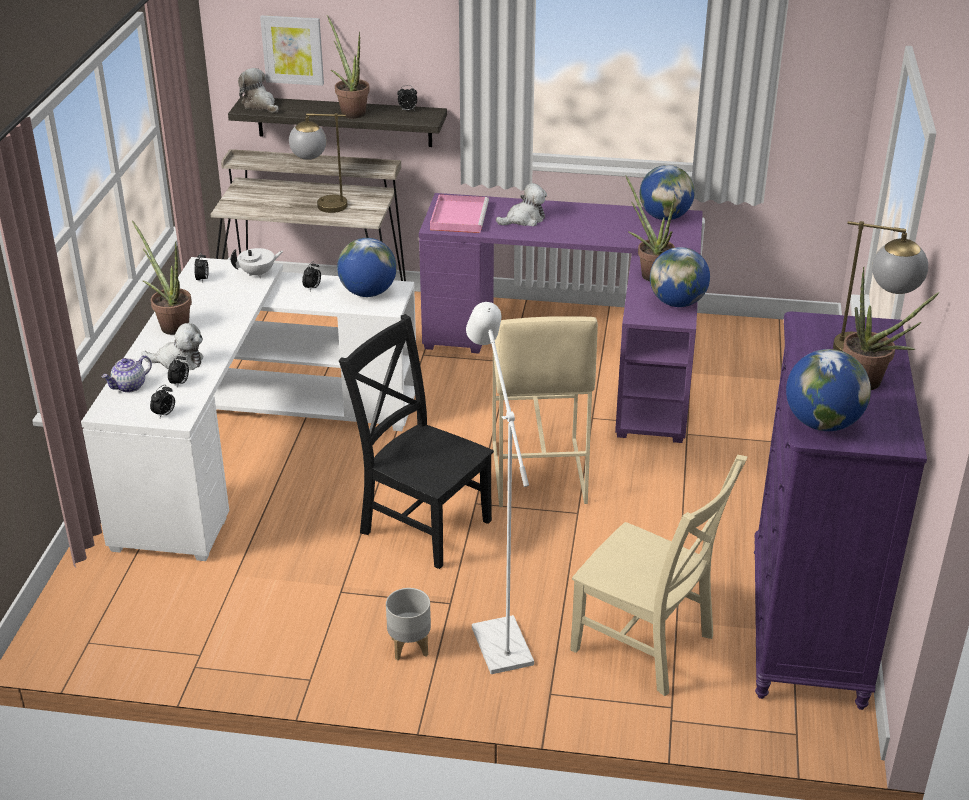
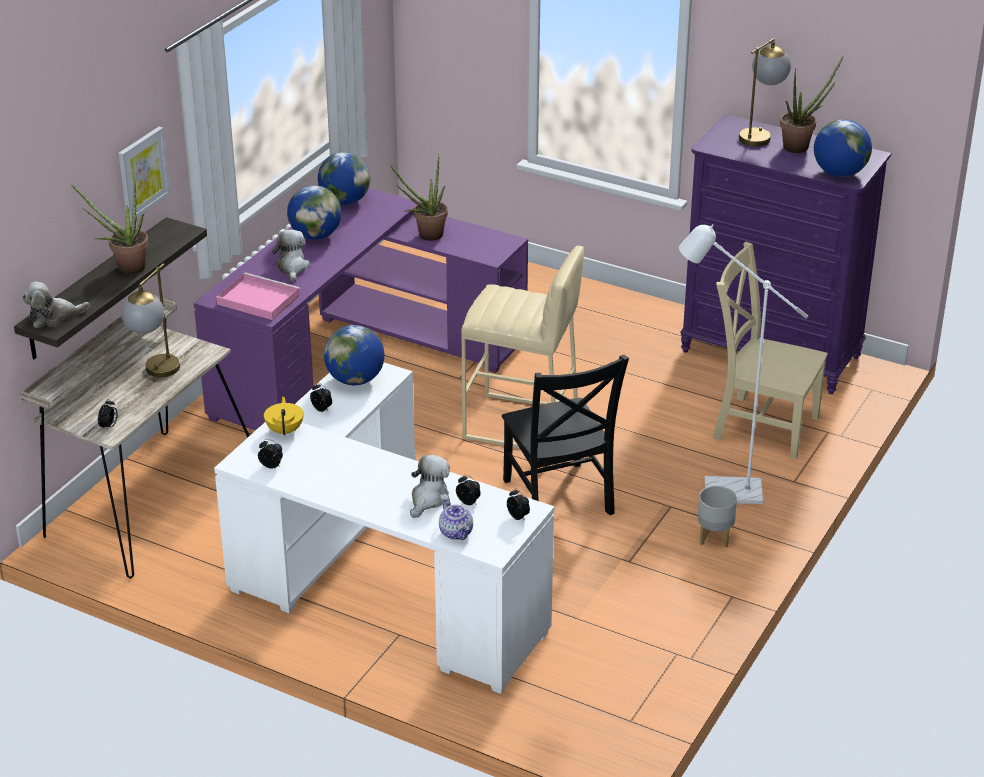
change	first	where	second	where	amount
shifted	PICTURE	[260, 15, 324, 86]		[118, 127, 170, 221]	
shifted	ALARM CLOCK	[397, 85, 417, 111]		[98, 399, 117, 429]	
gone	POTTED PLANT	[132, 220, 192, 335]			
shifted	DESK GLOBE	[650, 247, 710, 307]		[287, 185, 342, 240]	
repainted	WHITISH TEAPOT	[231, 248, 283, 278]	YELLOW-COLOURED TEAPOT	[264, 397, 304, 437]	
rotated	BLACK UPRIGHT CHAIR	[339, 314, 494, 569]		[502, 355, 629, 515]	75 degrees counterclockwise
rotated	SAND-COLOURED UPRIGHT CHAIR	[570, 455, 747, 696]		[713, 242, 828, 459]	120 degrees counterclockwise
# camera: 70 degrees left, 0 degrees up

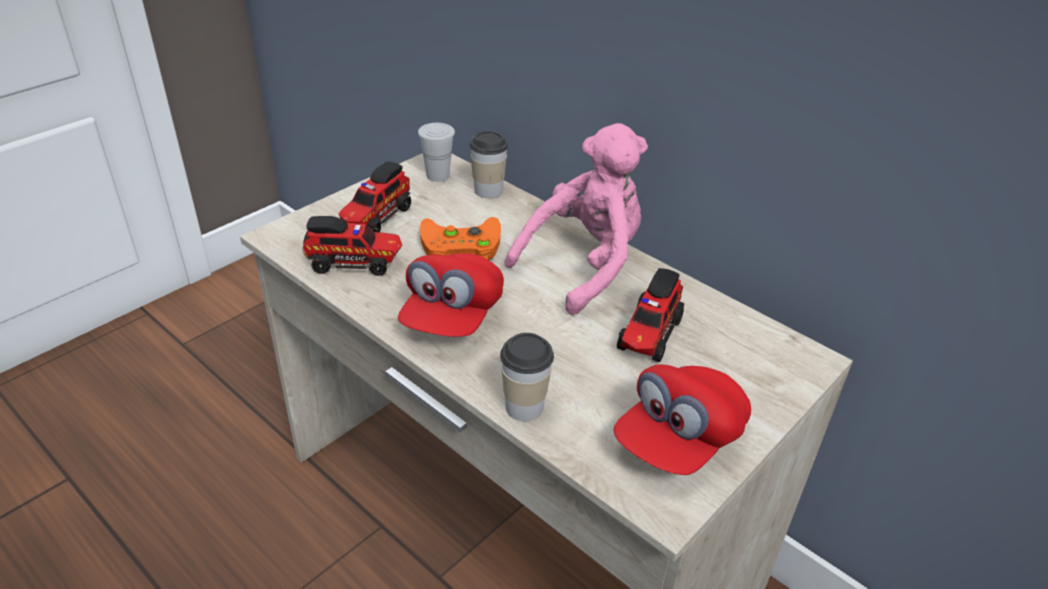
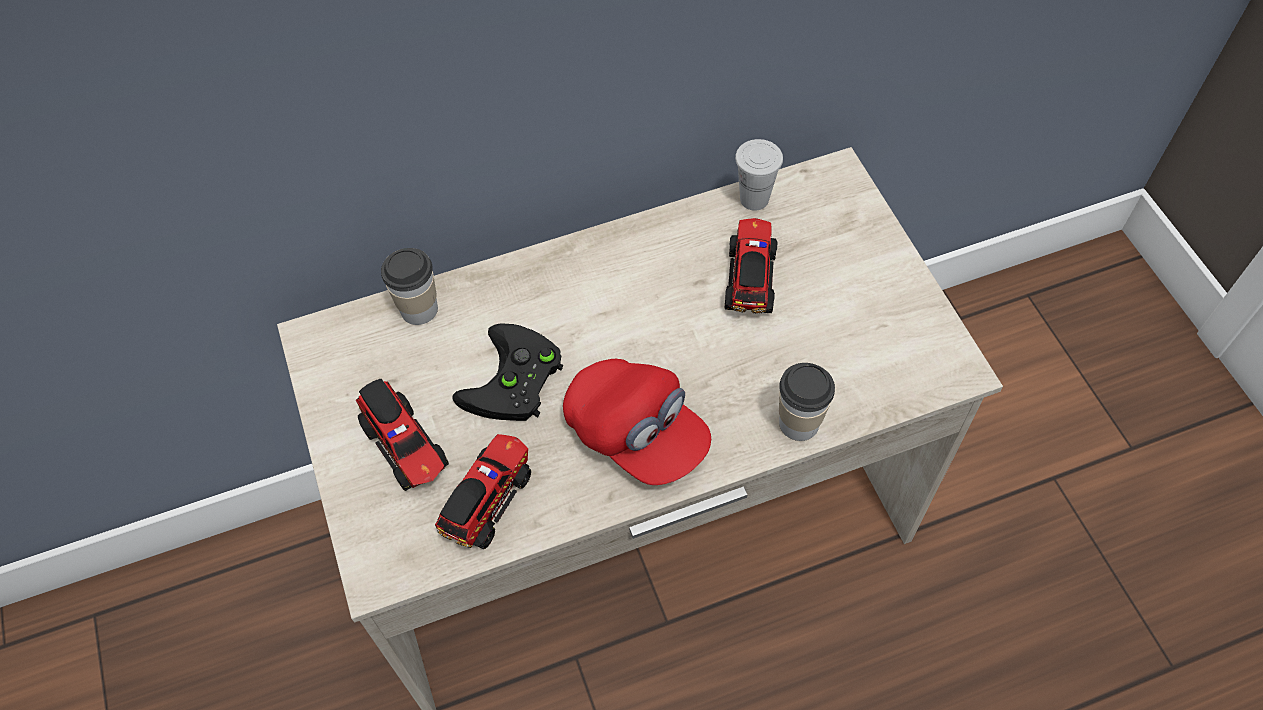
change	first	where	second	where	amount
shifted	WHITISH CUP	[418, 123, 455, 182]		[735, 139, 783, 211]	
gone	PINK SOFT TOY	[505, 123, 648, 315]			
repainted	ORANGE-COLOURED GAME CONTROLLER	[420, 217, 501, 260]	BLACK GAME CONTROLLER	[452, 323, 563, 421]	
rotated	TOY TRUCK	[617, 268, 684, 362]		[724, 218, 777, 313]	135 degrees counterclockwise
gone	RED-COLOURED CAP	[613, 364, 751, 475]			
# camera: 60 degrees left, 20 degrees up

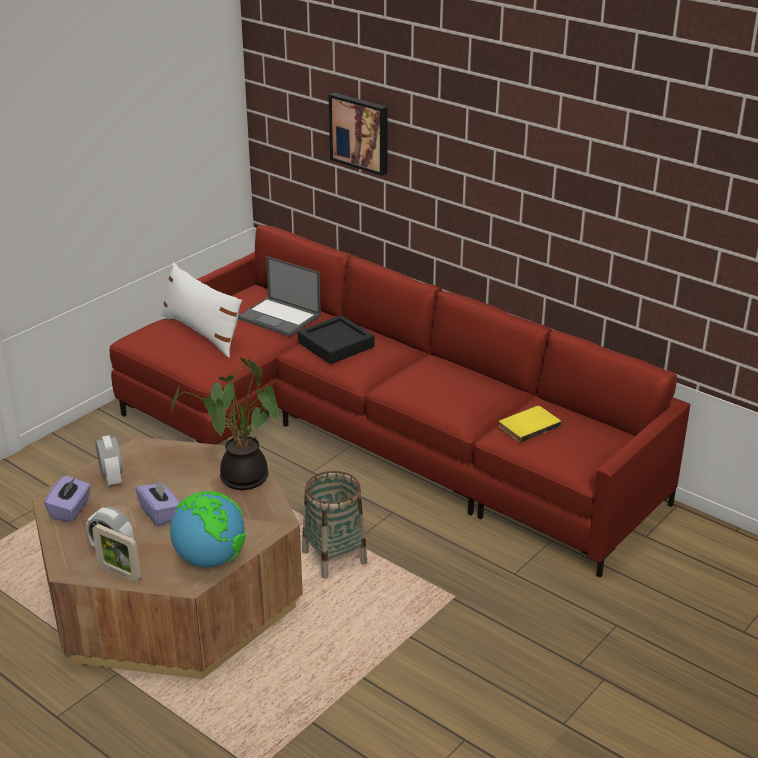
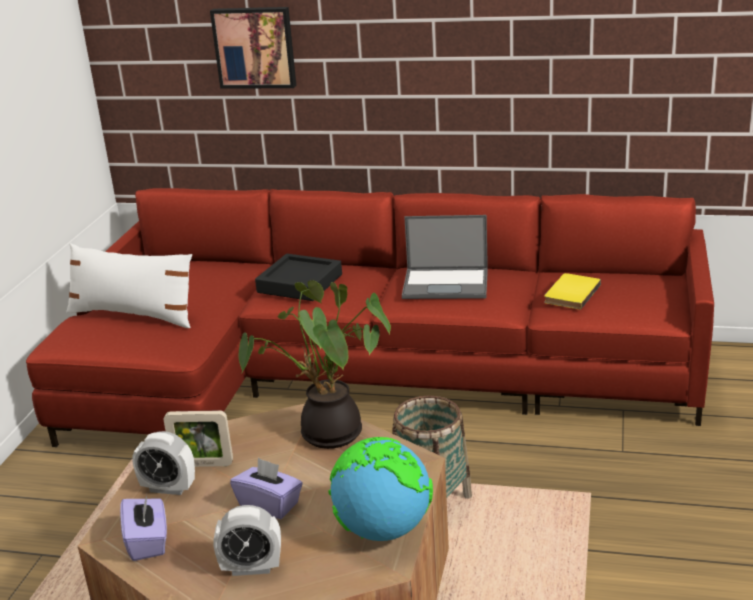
change	first	where	second	where	amount
shifted	PORTABLE COMPUTER	[238, 256, 321, 337]		[402, 215, 488, 299]	
rotated	ALARM CLOCK	[95, 435, 123, 486]		[132, 431, 195, 495]	150 degrees clockwise
shifted	STANDING FRAME	[92, 524, 141, 582]		[164, 410, 233, 467]	
# camera: 25 degrees left, 5 degrees down

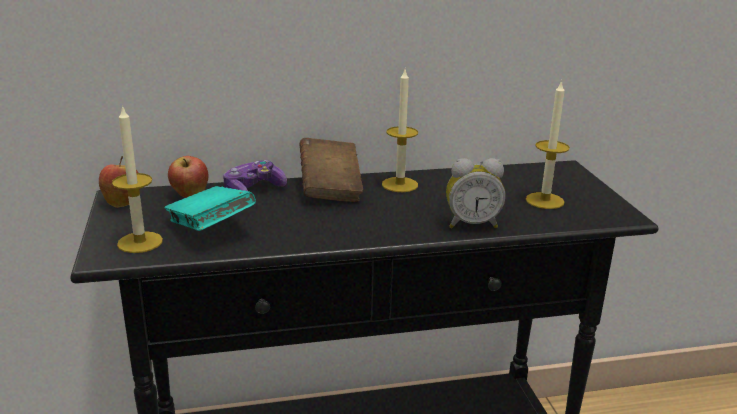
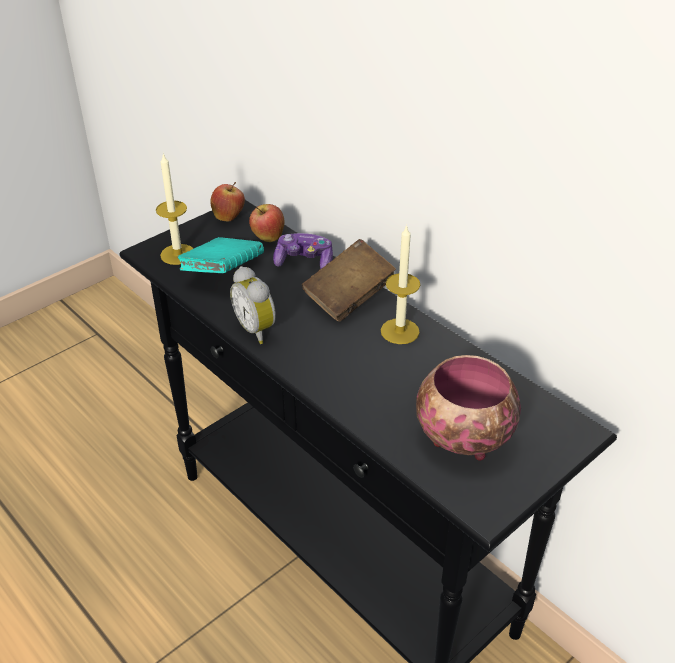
change	first	where	second	where	amount
swapped	WAX CANDLE	[526, 80, 570, 209]	BOWL	[416, 355, 521, 461]	
shifted	ALARM CLOCK	[446, 158, 505, 228]		[230, 266, 276, 344]	
# camera: 60 degrees right, 15 degrees up

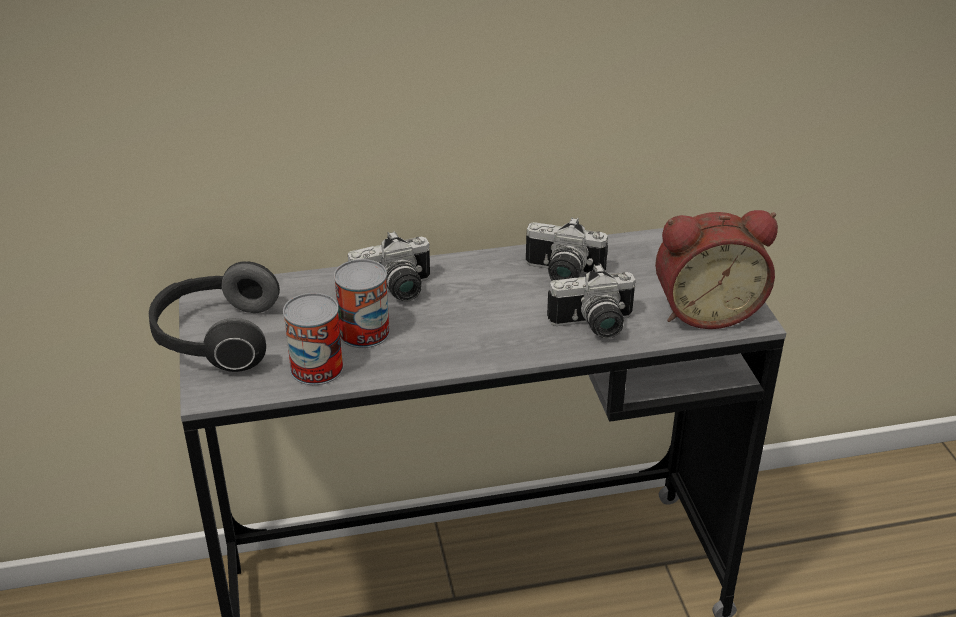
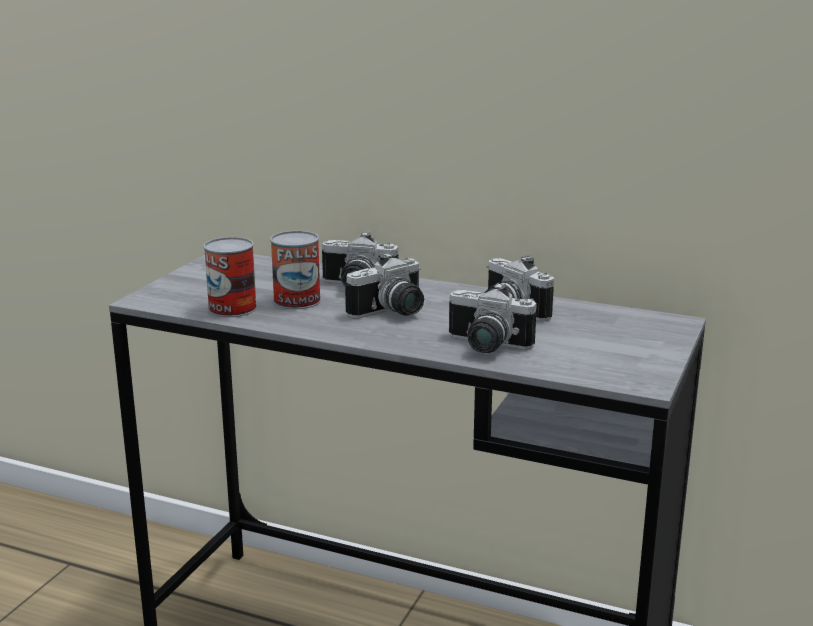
change	first	where	second	where	amount
gone	ALARM CLOCK	[655, 210, 778, 329]			
gone	PAIR OF HEADPHONES	[149, 261, 280, 372]			
new			STILL CAMERA	[345, 252, 424, 319]	
# camera: 35 degrees right, 15 degrees down

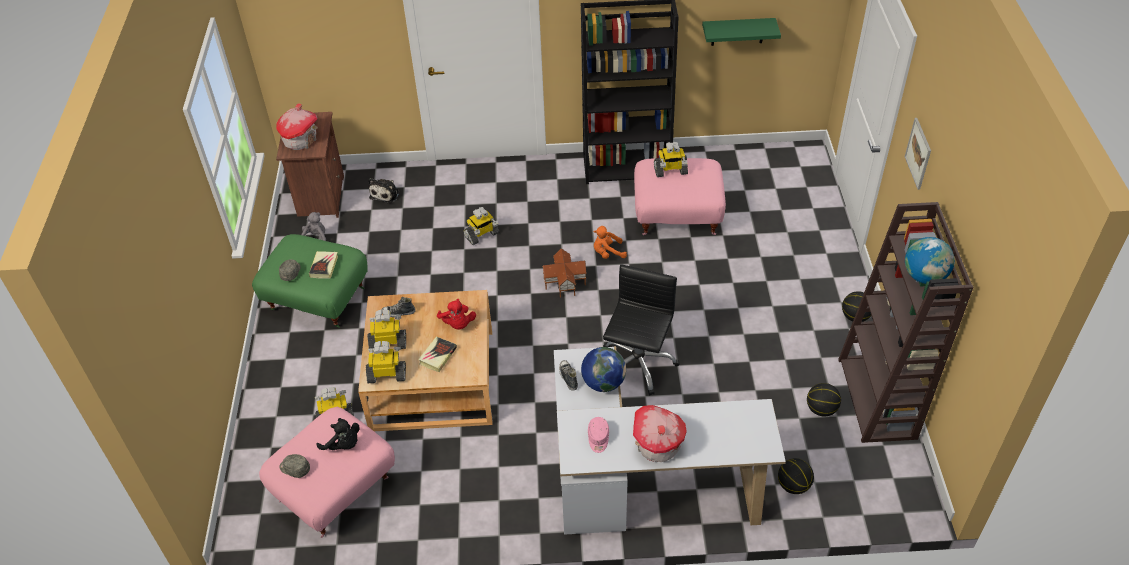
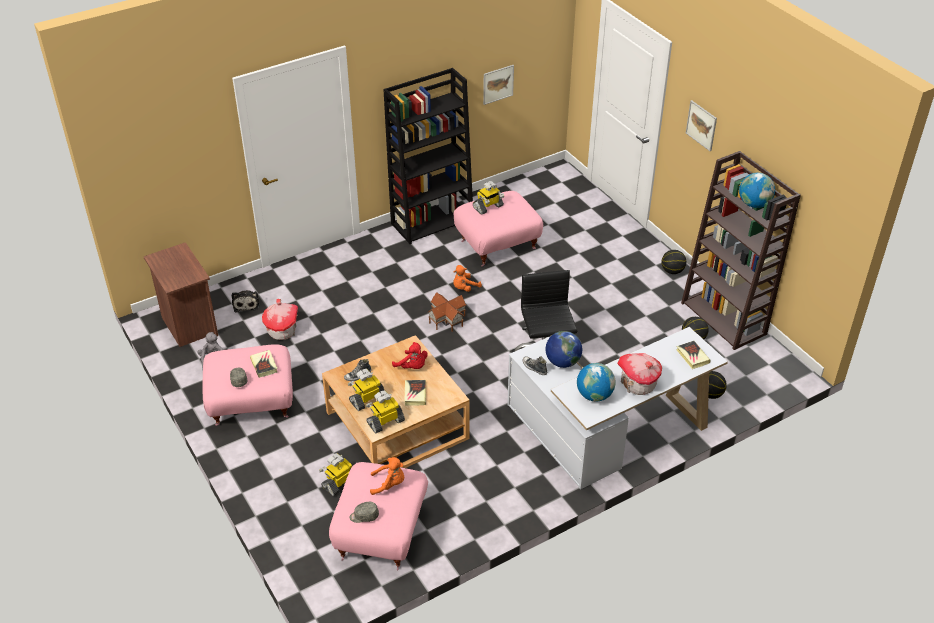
change	first	where	second	where	amount
swapped	GREENISH WALL SHELF	[702, 18, 781, 46]	PICTURE	[483, 65, 514, 105]	
shifted	TOY HOUSE	[276, 103, 318, 150]		[262, 299, 298, 340]	
gone	MODEL ROBOT	[463, 207, 499, 245]			
repainted	GREENISH POUFFE	[252, 234, 368, 328]	PINK POUFFE	[203, 344, 293, 426]	
swapped	PINK CAP	[588, 417, 609, 453]	DESK GLOBE	[577, 363, 615, 402]	
repainted	BLACK SOFT TOY	[317, 418, 360, 450]	ORANGE-COLOURED SOFT TOY	[370, 457, 404, 495]	
new			BOUND BOOK	[676, 341, 711, 369]	
# camera: 30 degrees left, 5 degrees down

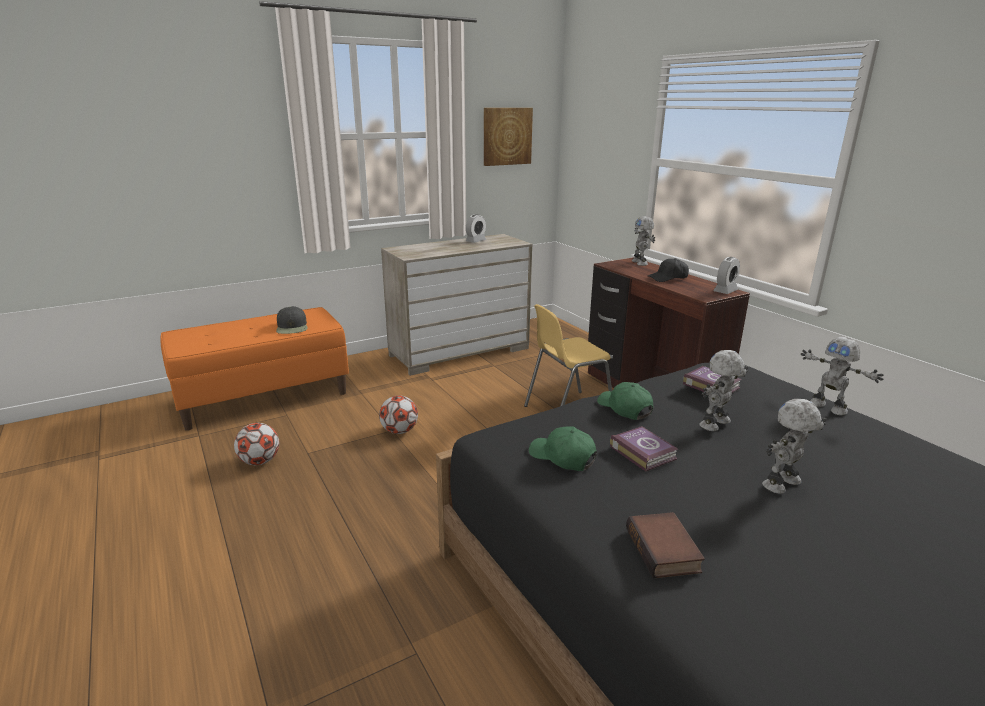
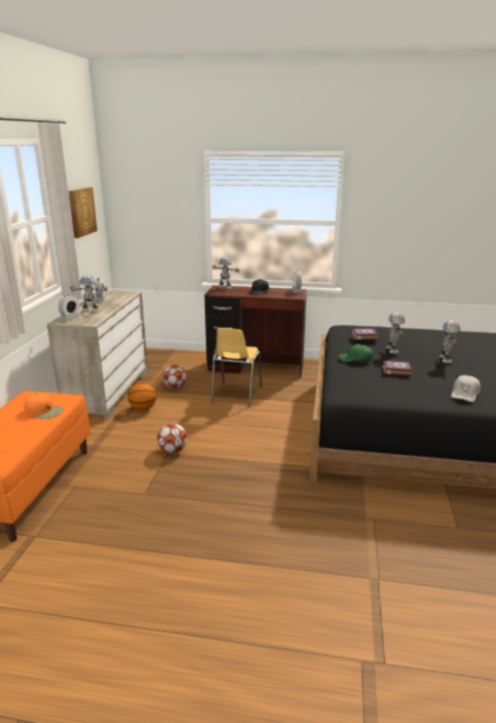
change	first	where	second	where	amount
repainted	BLACK CAP	[276, 306, 307, 334]	ORANGE-COLOURED CAP	[24, 393, 64, 419]	
shifted	MODEL ROBOT	[801, 337, 884, 415]		[70, 275, 108, 312]	
shifted	FOOTBALL BALL	[234, 423, 279, 465]		[163, 365, 187, 389]	
gone	GREENISH CAP	[529, 426, 597, 471]			
swapped	BOUND BOOK	[626, 512, 705, 578]	WHITISH CAP	[451, 375, 480, 402]	
new			ALARM CLOCK	[58, 295, 81, 321]	
new			BASKETBALL BALL	[128, 382, 156, 411]	
# camera: 50 degrees left, 0 degrees up

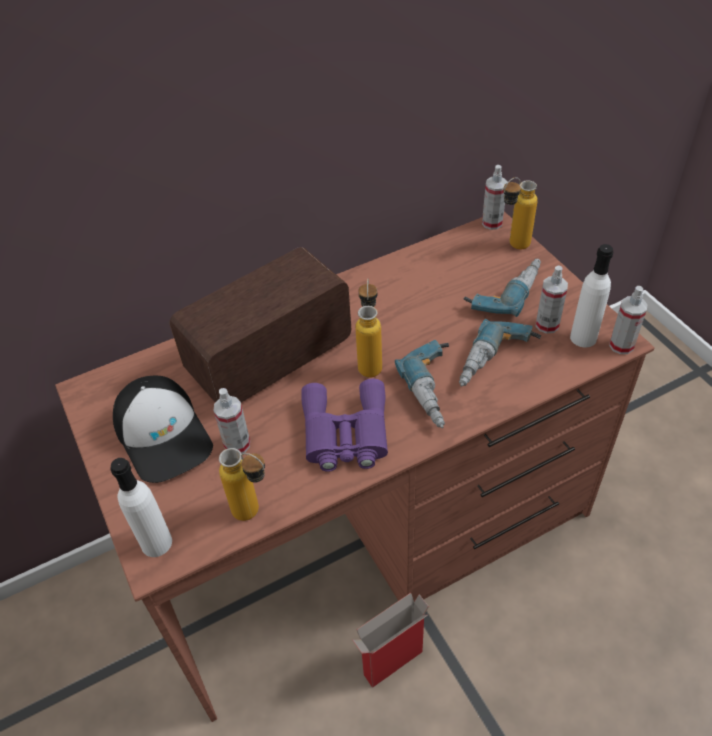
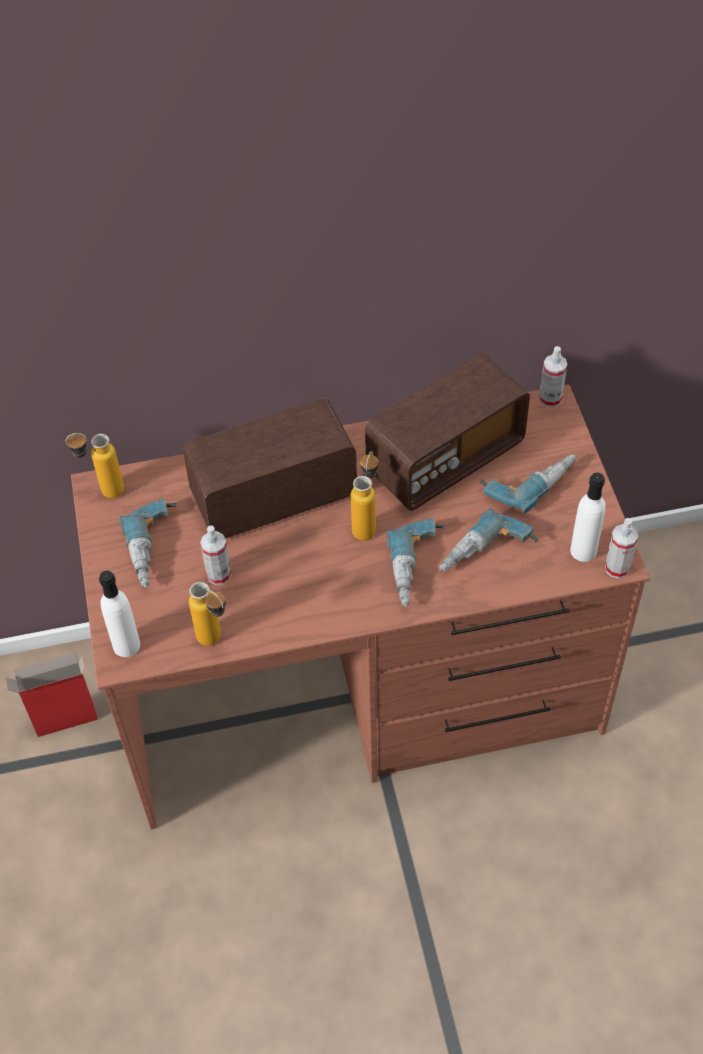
change	first	where	second	where	amount
shifted	BOTTLE	[503, 177, 538, 249]		[66, 433, 124, 498]	
gone	SPRAY BOTTLE	[536, 266, 568, 334]			
swapped	CAP	[113, 376, 213, 483]	ELECTRIC DRILL	[120, 499, 176, 588]	
gone	PURPLE-COLOURED FIELD GLASSES	[301, 379, 388, 472]			
shifted	PACKING BOX	[353, 593, 429, 688]		[5, 652, 98, 737]	
new			RADIO SET	[365, 354, 530, 511]	
# camera: 15 degrees right, 5 degrees up

